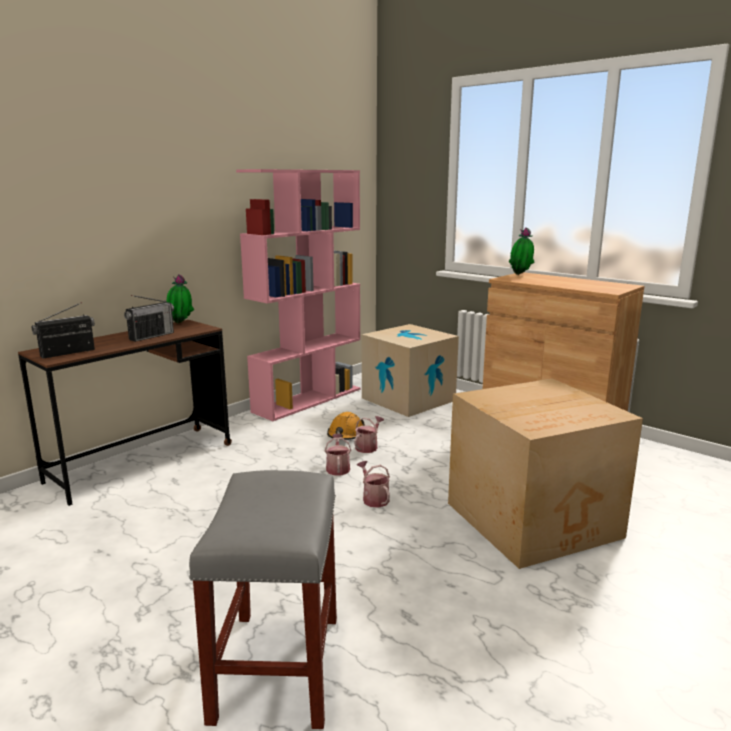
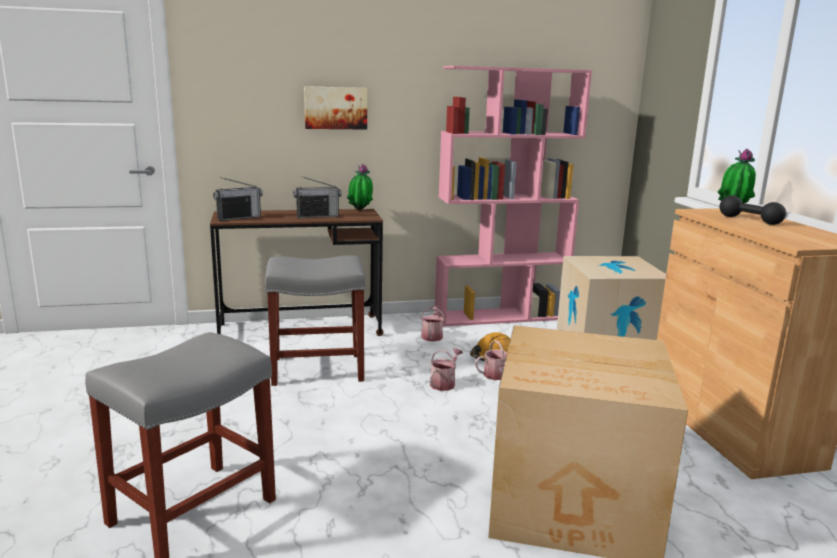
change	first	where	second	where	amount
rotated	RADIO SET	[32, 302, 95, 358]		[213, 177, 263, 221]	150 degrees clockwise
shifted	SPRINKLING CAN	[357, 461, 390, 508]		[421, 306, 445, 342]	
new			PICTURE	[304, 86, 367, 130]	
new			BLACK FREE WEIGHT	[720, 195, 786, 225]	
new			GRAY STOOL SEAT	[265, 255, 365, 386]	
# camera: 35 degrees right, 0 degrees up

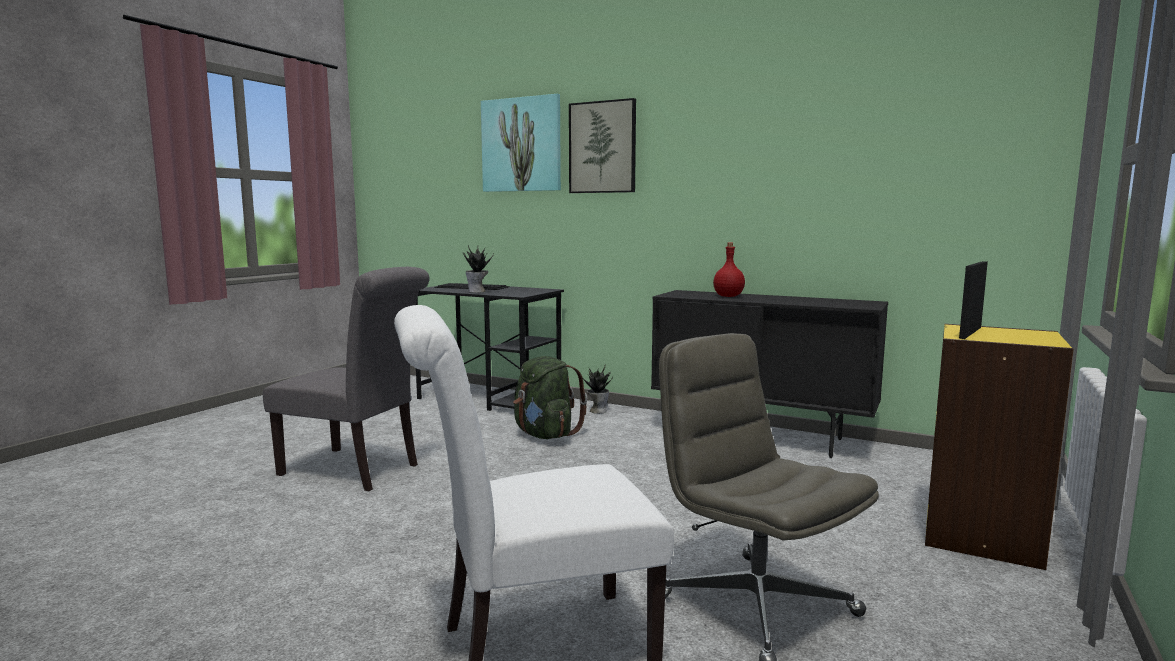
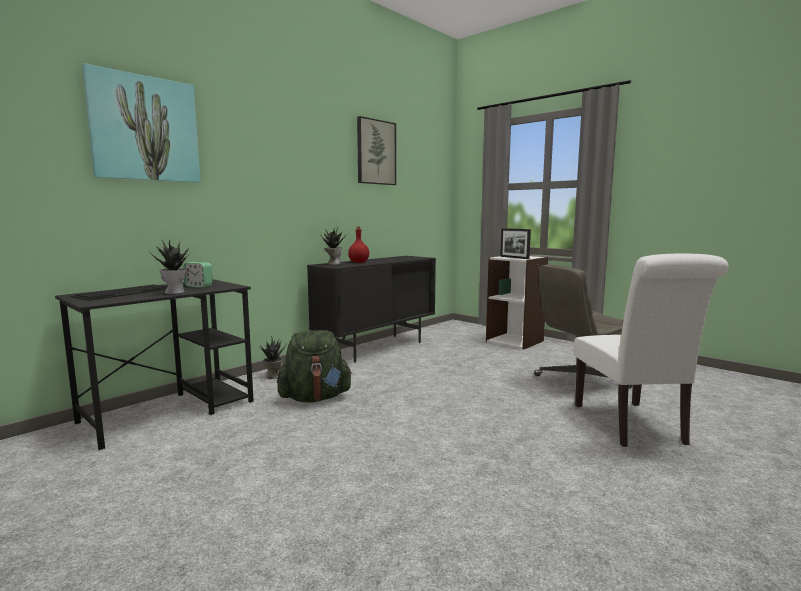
change	first	where	second	where	amount
shifted	PICTURE	[569, 98, 636, 193]		[357, 116, 396, 185]	
gone	GRAY UPRIGHT CHAIR	[263, 267, 430, 491]			
repainted	YELLOW-COLOURED SHELVING UNIT	[925, 324, 1074, 570]	WHITISH SHELVING UNIT	[486, 256, 548, 350]	
new			POTTED PLANT	[320, 227, 346, 265]	
new			ALARM CLOCK	[183, 262, 213, 288]	
# camera: 75 degrees left, 0 degrees up

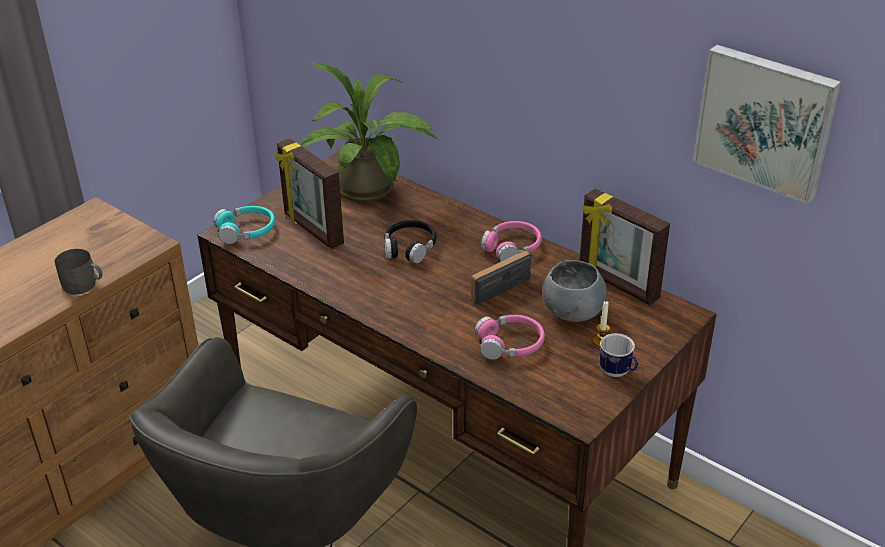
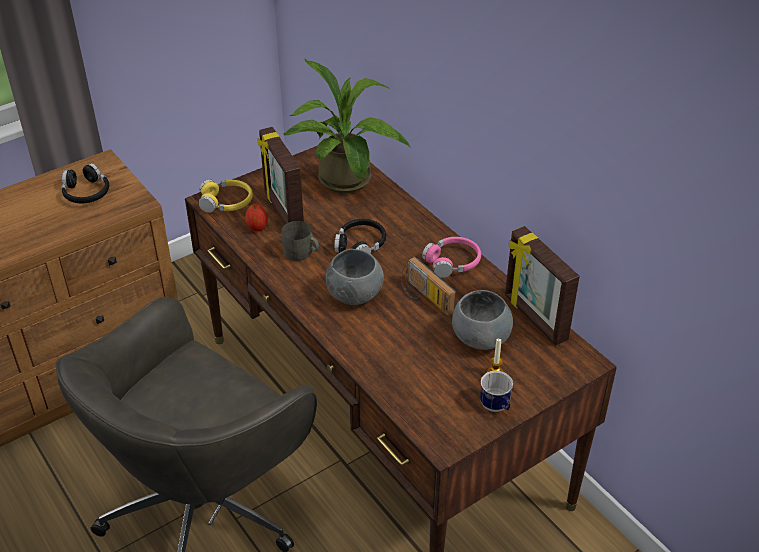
change	first	where	second	where	amount
gone	PICTURE	[693, 45, 841, 204]			
repainted	BLUE-GREEN PAIR OF HEADPHONES	[214, 206, 275, 244]	YELLOW-COLOURED PAIR OF HEADPHONES	[198, 180, 253, 213]	
shifted	GRAY COFFEE MUG	[55, 249, 103, 295]		[281, 221, 319, 261]	
rotated	RADIO SET	[471, 251, 531, 305]		[401, 257, 456, 316]	105 degrees counterclockwise
gone	PINK PAIR OF HEADPHONES	[475, 315, 545, 359]			
new			BLACK PAIR OF HEADPHONES	[61, 163, 109, 203]	
new			WHOLE APPLE	[245, 204, 268, 231]	
new			GRAY BOWL	[326, 249, 384, 305]	
# camera: 15 degrees right, 5 degrees up

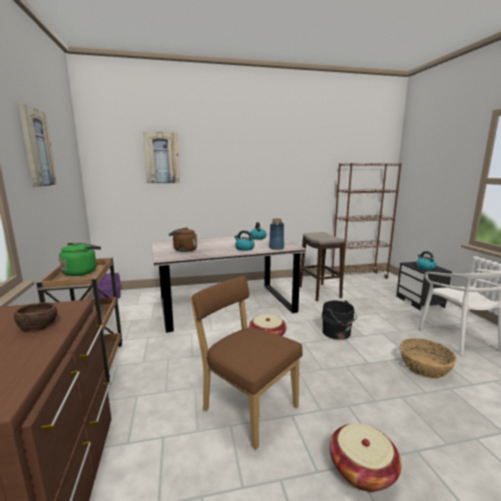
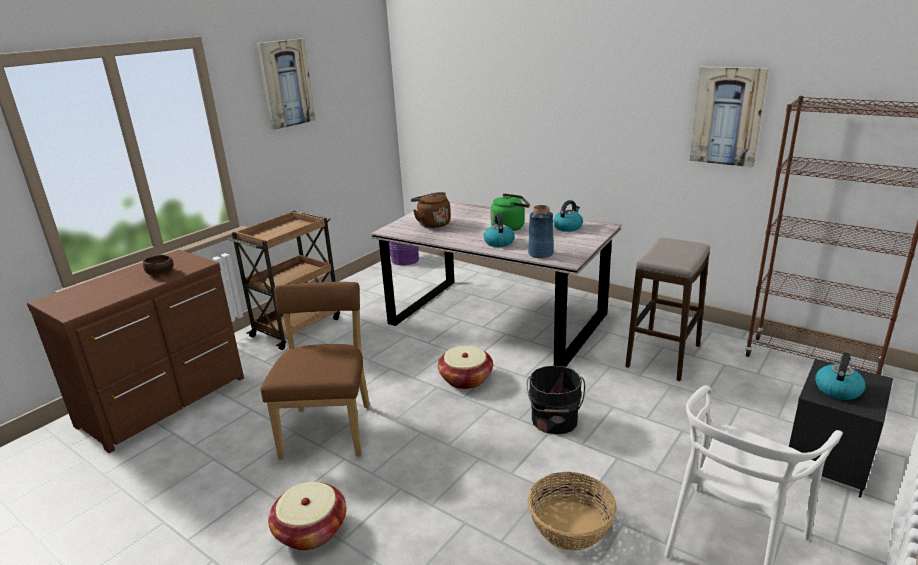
change	first	where	second	where	amount
shifted	PICTURE	[142, 132, 180, 183]		[690, 67, 769, 167]	
shifted	GREENISH WATER KETTLE	[59, 243, 101, 276]		[490, 194, 530, 231]	
# camera: 50 degrees right, 10 degrees up

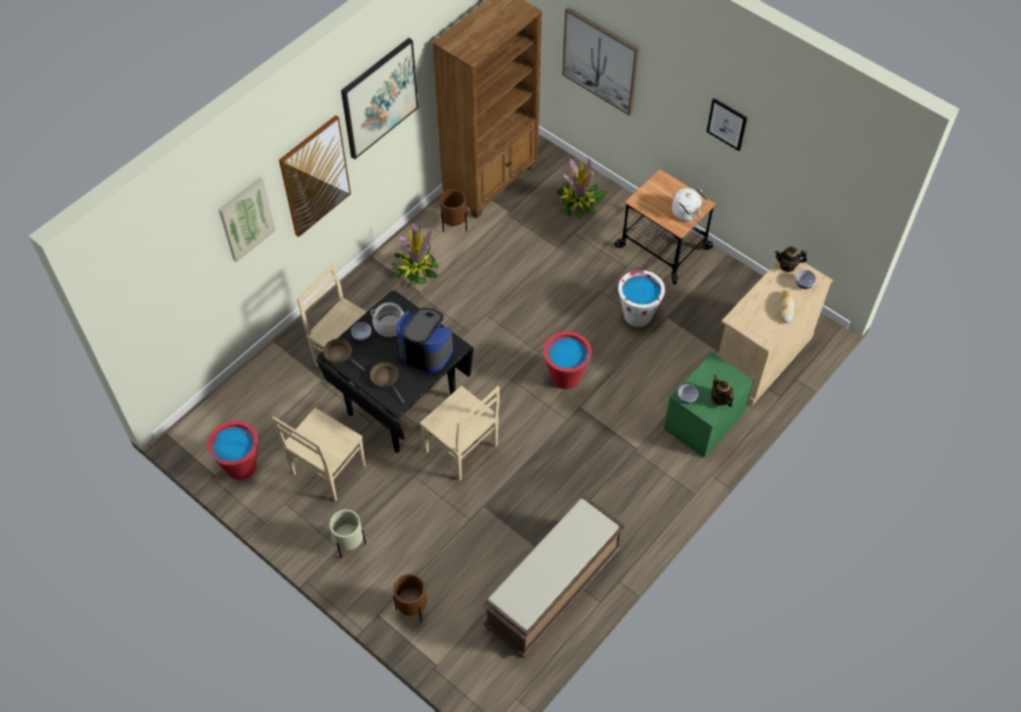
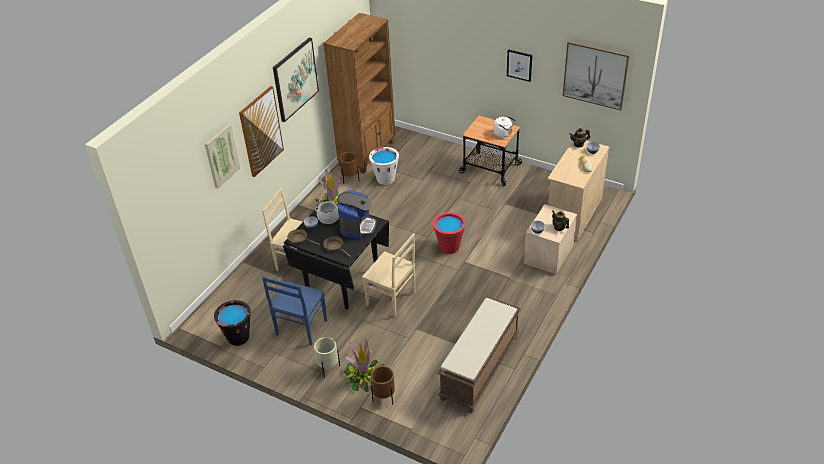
change	first	where	second	where	amount
shifted	PICTURE	[562, 7, 639, 116]		[563, 41, 630, 111]	
shifted	POTTED PLANT	[556, 157, 606, 219]		[344, 339, 385, 393]	
shifted	WHITISH PAIL	[618, 270, 665, 327]		[369, 147, 399, 185]	
rotated	COFFEE MACHINE	[396, 308, 453, 372]		[337, 190, 377, 239]	90 degrees clockwise
repainted	GREENISH NIGHT TABLE	[664, 352, 754, 458]	SAND-COLOURED NIGHT TABLE	[524, 204, 577, 274]	
repainted	SAND-COLOURED UPRIGHT CHAIR	[272, 408, 366, 502]	BLUE-COLOURED UPRIGHT CHAIR	[262, 277, 327, 345]	
repainted	RED-COLOURED PAIL	[207, 421, 258, 480]	BLACK PAIL	[214, 300, 251, 346]	
# camera: 10 degrees left, 15 degrees down

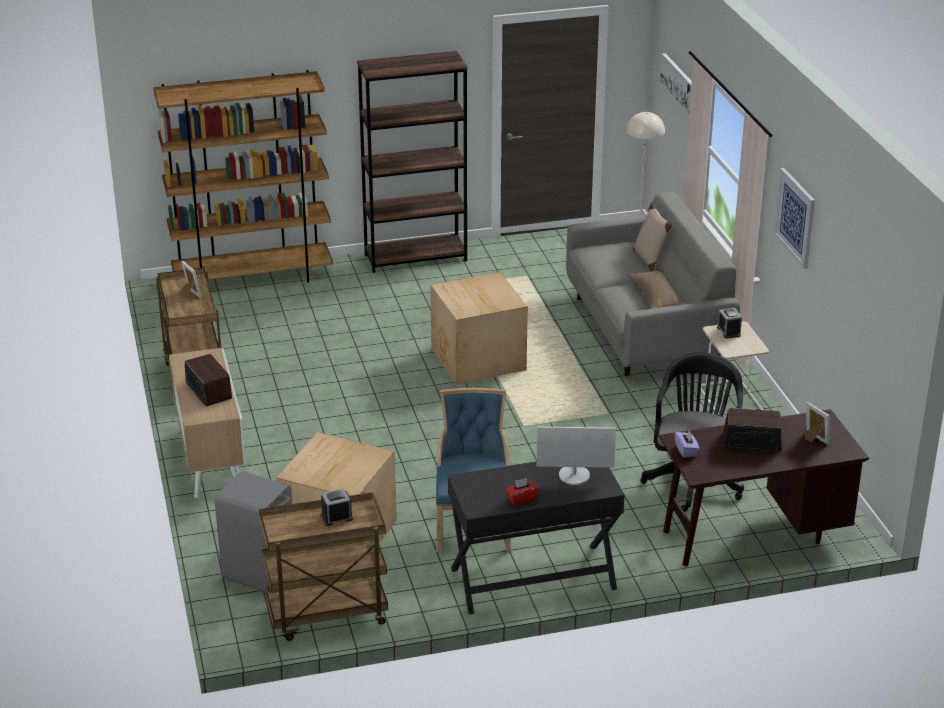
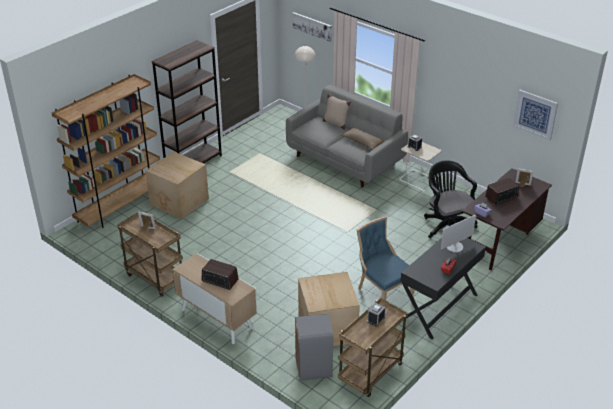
change	first	where	second	where	amount
shifted	PICTURE	[774, 168, 815, 269]		[513, 90, 558, 140]	
shifted	PACKING BOX	[431, 272, 528, 385]		[145, 152, 209, 220]	
# camera: 35 degrees left, 5 degrees up

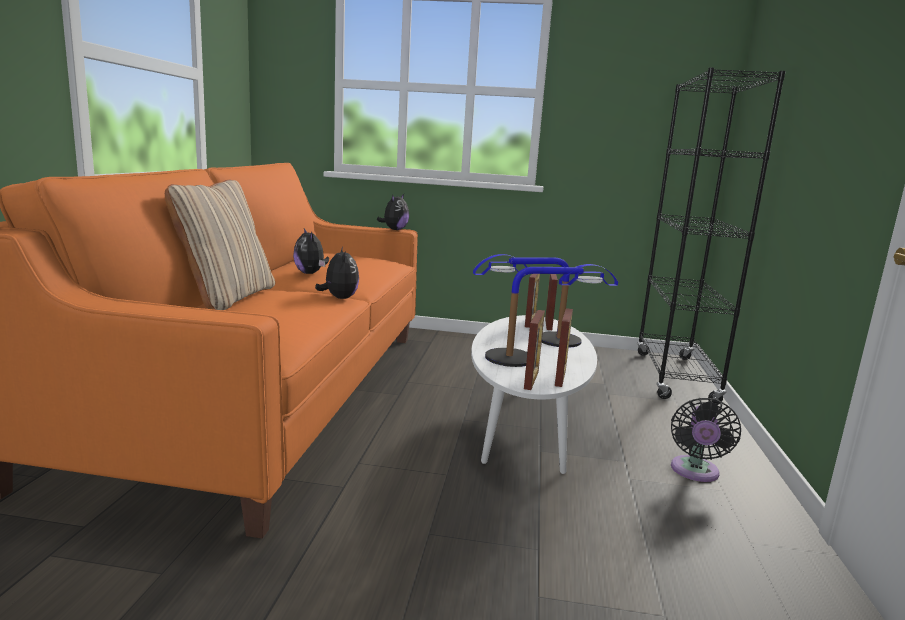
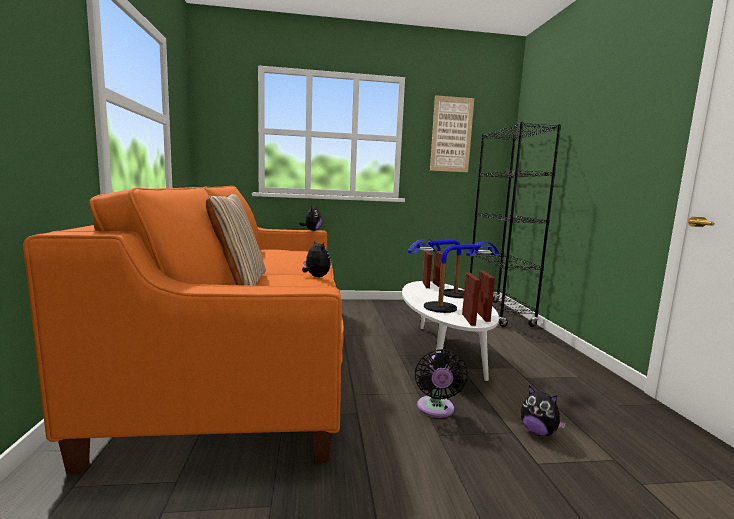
change	first	where	second	where	amount
shifted	SOFT TOY	[293, 228, 329, 274]		[520, 385, 566, 436]	
shifted	BLACK FAN	[671, 398, 741, 482]		[415, 349, 468, 418]	
new			PICTURE	[430, 95, 474, 172]	
# camera: 15 degrees left, 5 degrees down

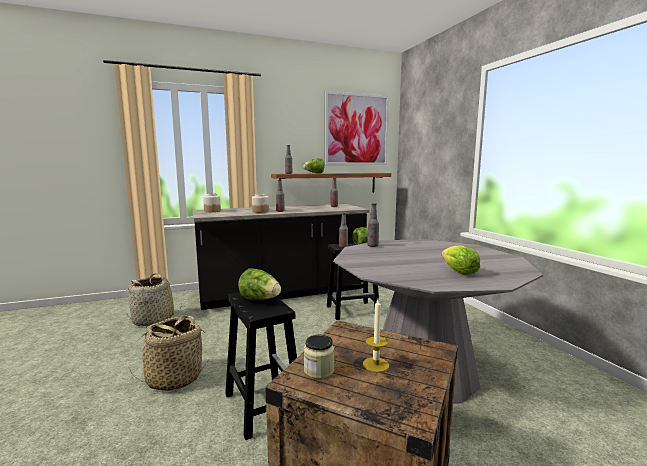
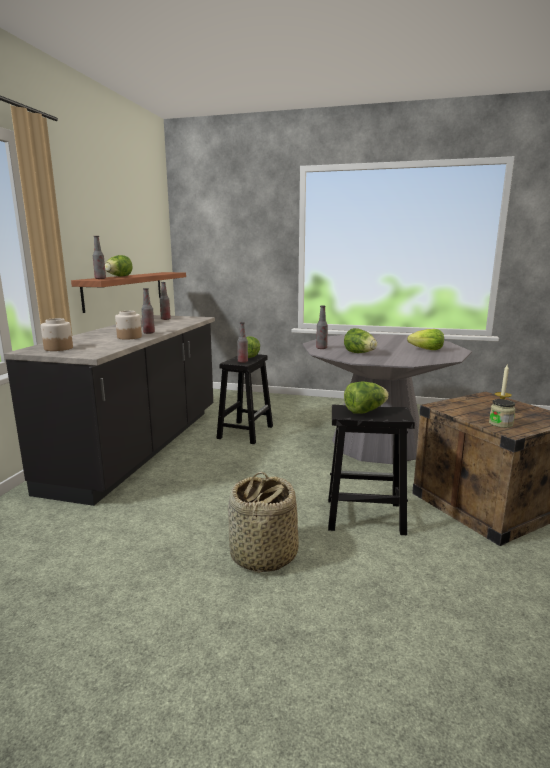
change	first	where	second	where	amount
gone	PICTURE	[325, 91, 389, 165]			
gone	BASKET	[126, 273, 182, 326]			
new			LETTUCE	[344, 328, 377, 353]	
# camera: 55 degrees left, 5 degrees up

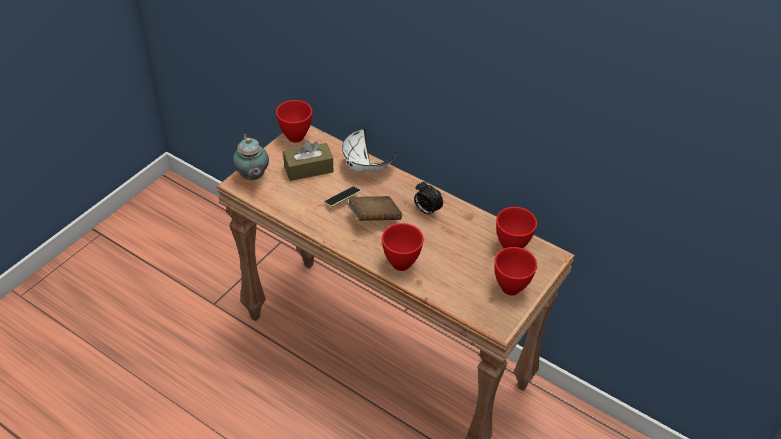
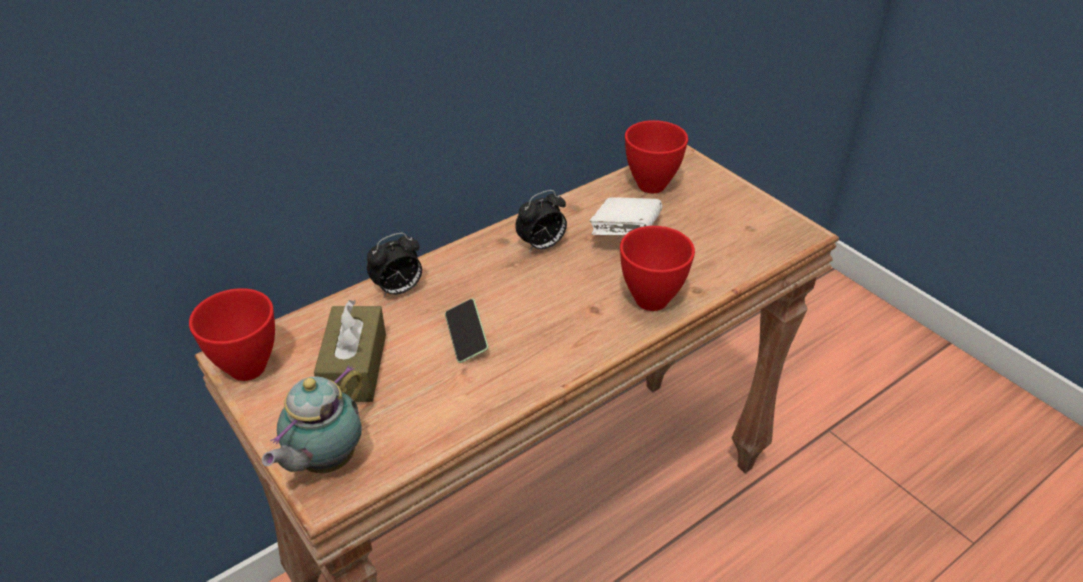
change	first	where	second	where	amount
swapped	WHITISH BOWL	[342, 129, 399, 172]	ALARM CLOCK	[367, 233, 422, 298]	
rotated	TEAPOT	[233, 133, 269, 180]		[262, 365, 363, 473]	120 degrees clockwise
gone	BROWN-COLOURED BOUND BOOK	[347, 196, 402, 221]			
gone	RED-COLOURED BOWL	[495, 247, 537, 295]			
new			WHITISH BOUND BOOK	[589, 197, 662, 235]	
# camera: 70 degrees left, 5 degrees down

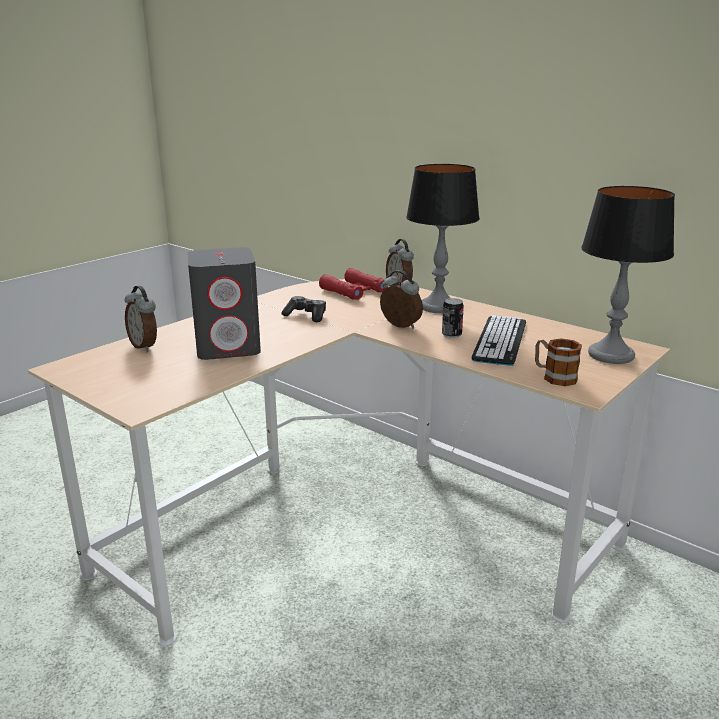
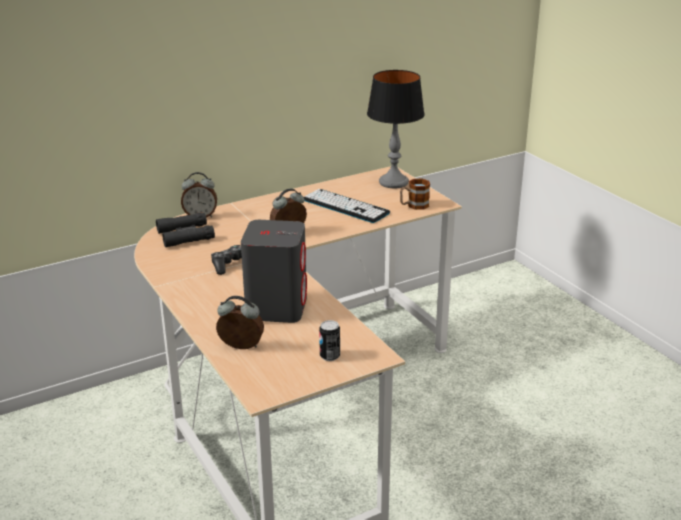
change	first	where	second	where	amount
gone	TABLE LAMP	[406, 164, 480, 313]			
repainted	RED-COLOURED FIELD GLASSES	[319, 268, 388, 300]	BLACK FIELD GLASSES	[156, 213, 215, 247]	
rotated	ALARM CLOCK	[125, 286, 157, 352]		[216, 296, 264, 349]	150 degrees counterclockwise
shifted	METAL CAN	[442, 298, 464, 338]		[319, 320, 340, 361]	
# camera: 70 degrees left, 5 degrees up

